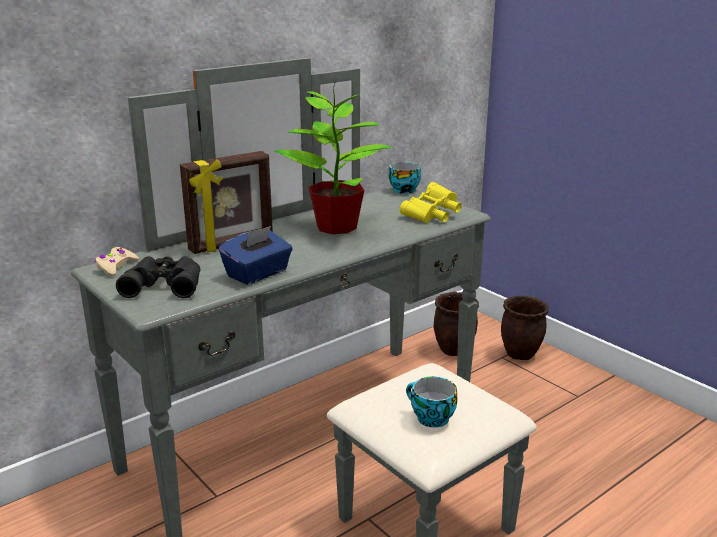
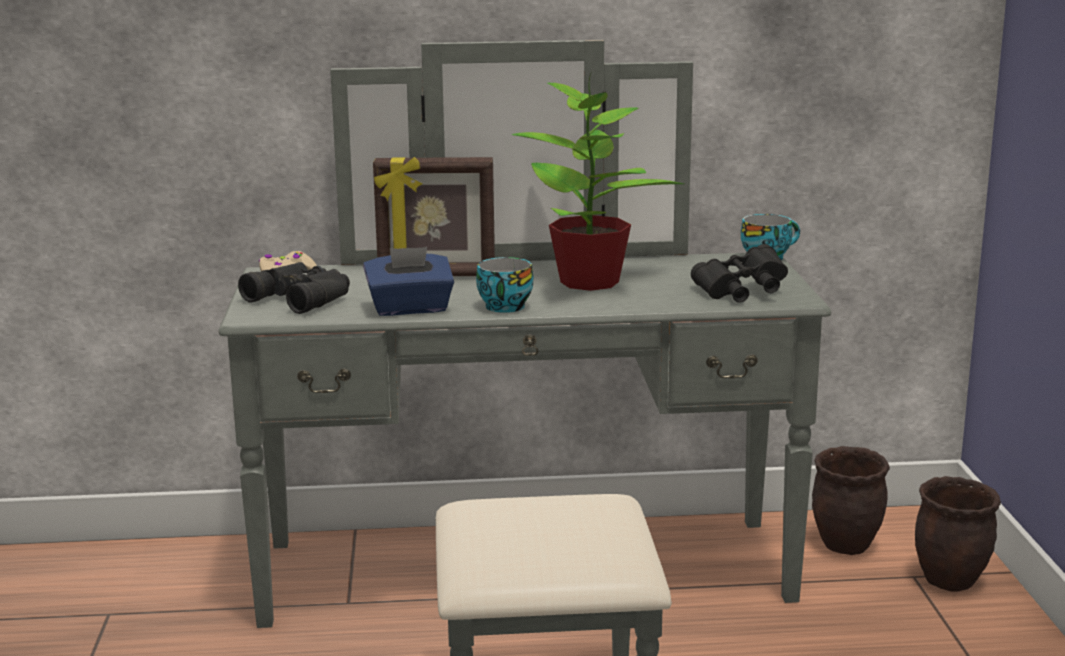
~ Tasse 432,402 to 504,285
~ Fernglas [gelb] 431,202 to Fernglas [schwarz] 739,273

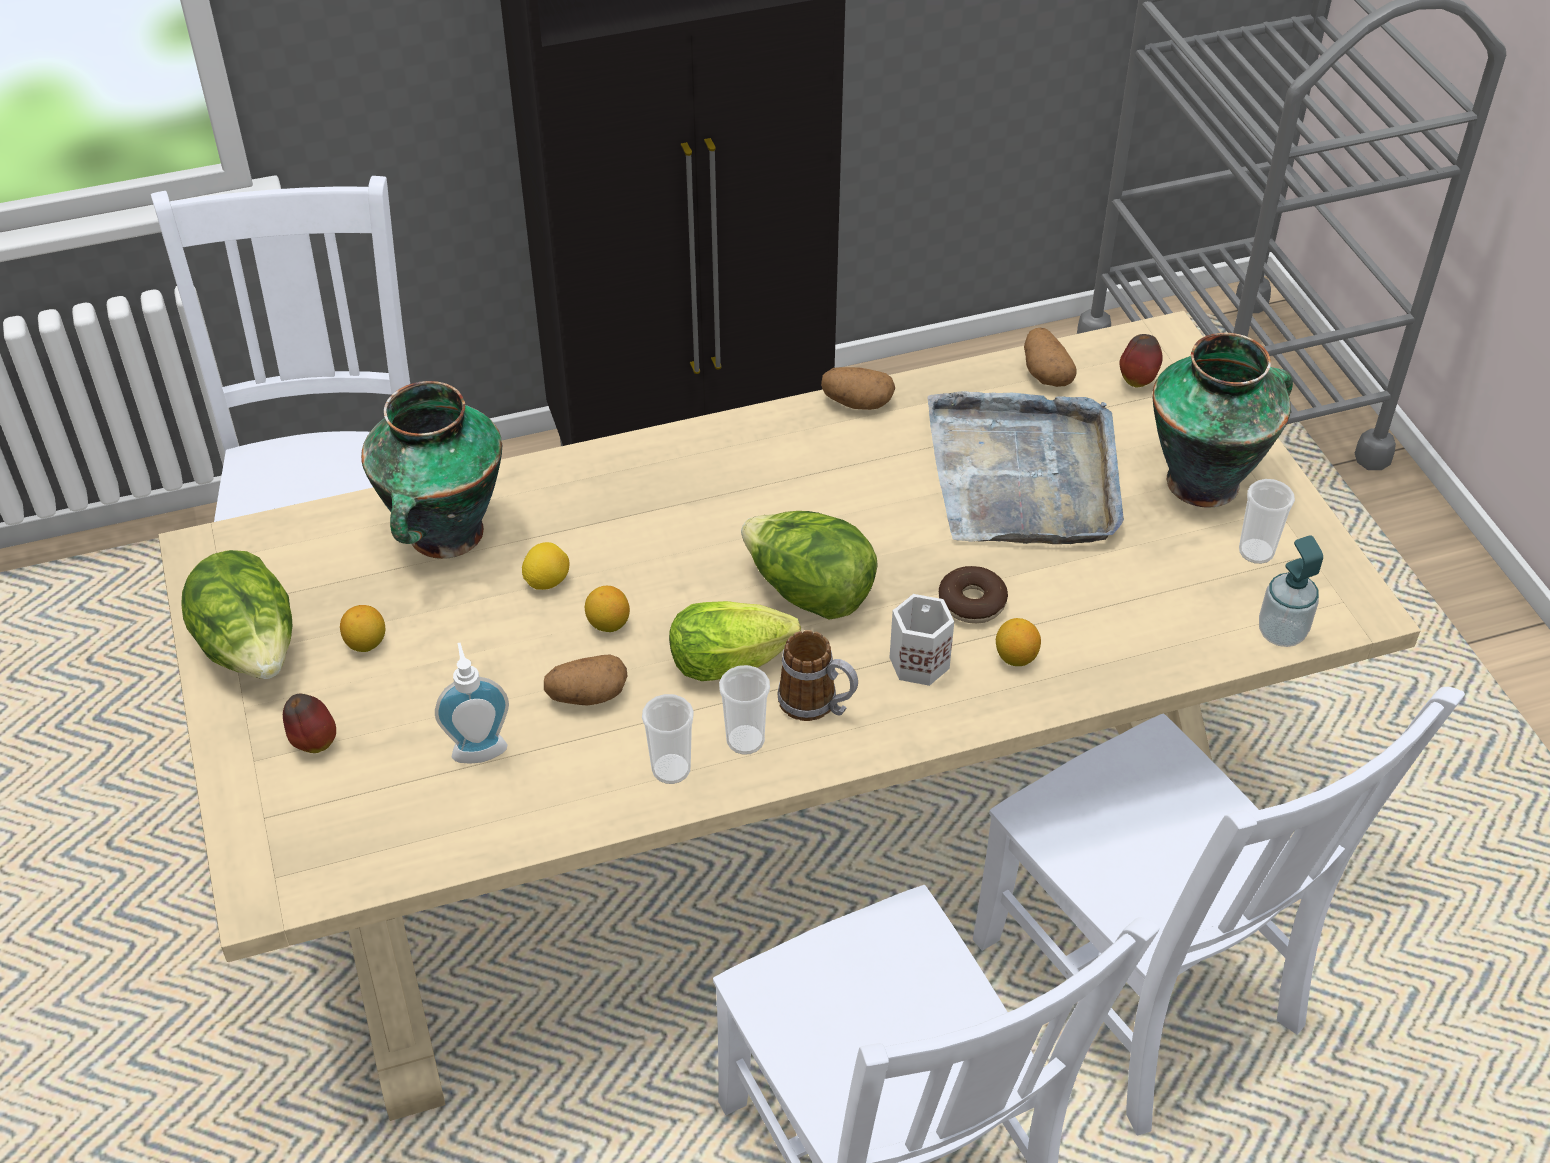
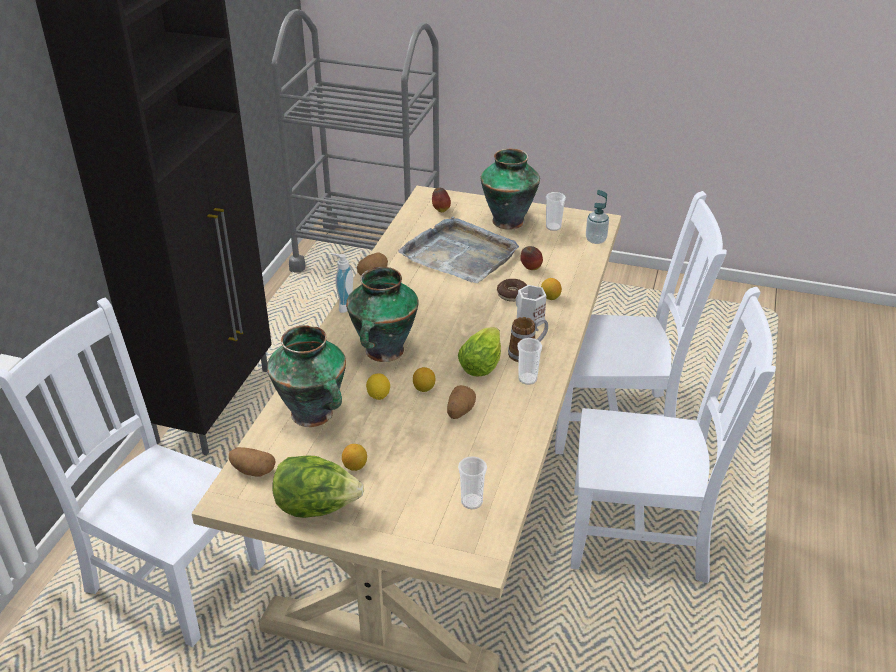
- Salatkopf 809,565
+ Vase 382,314
~ Apfel 309,723 to 531,258
~ Seifenspender 472,703 to 342,283
~ Tasse 668,739 to 472,482
~ Kartoffel 1050,357 to 252,462

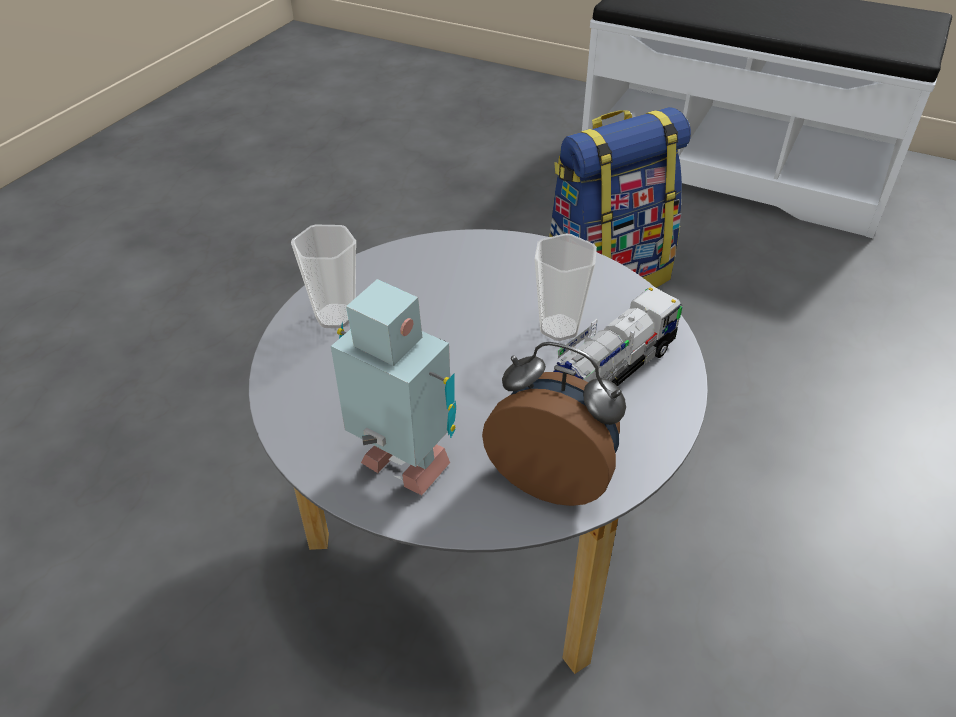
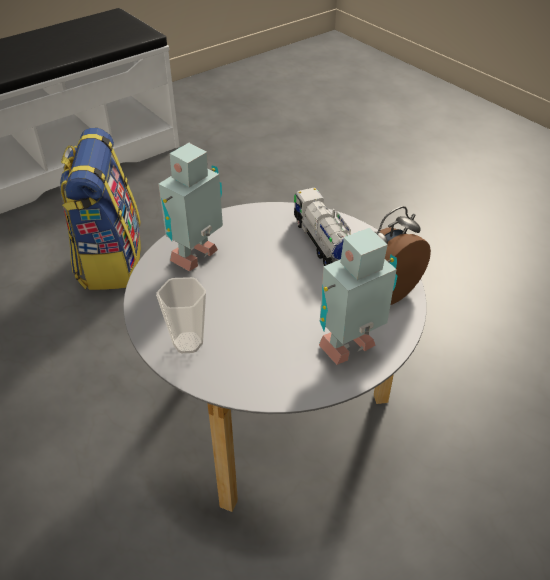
- Tasse 566,287
+ Spielzeugroboter 190,207

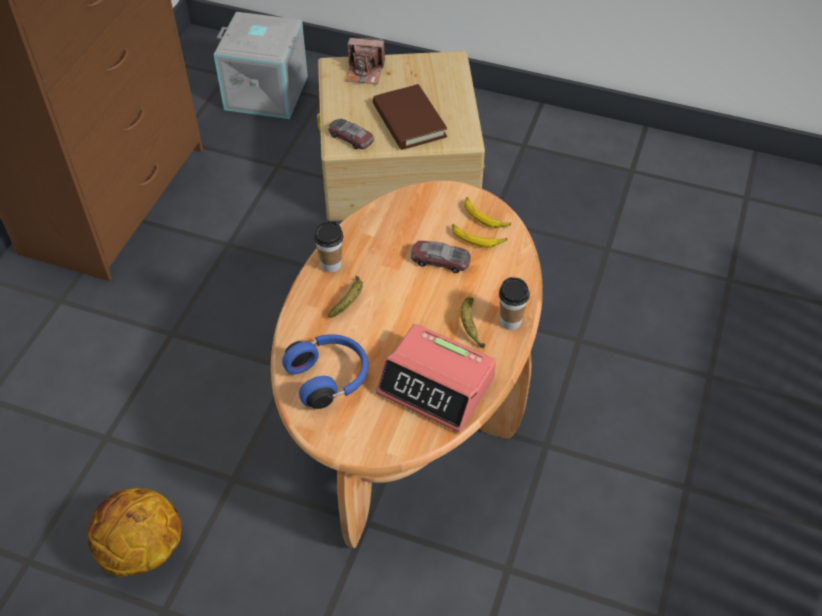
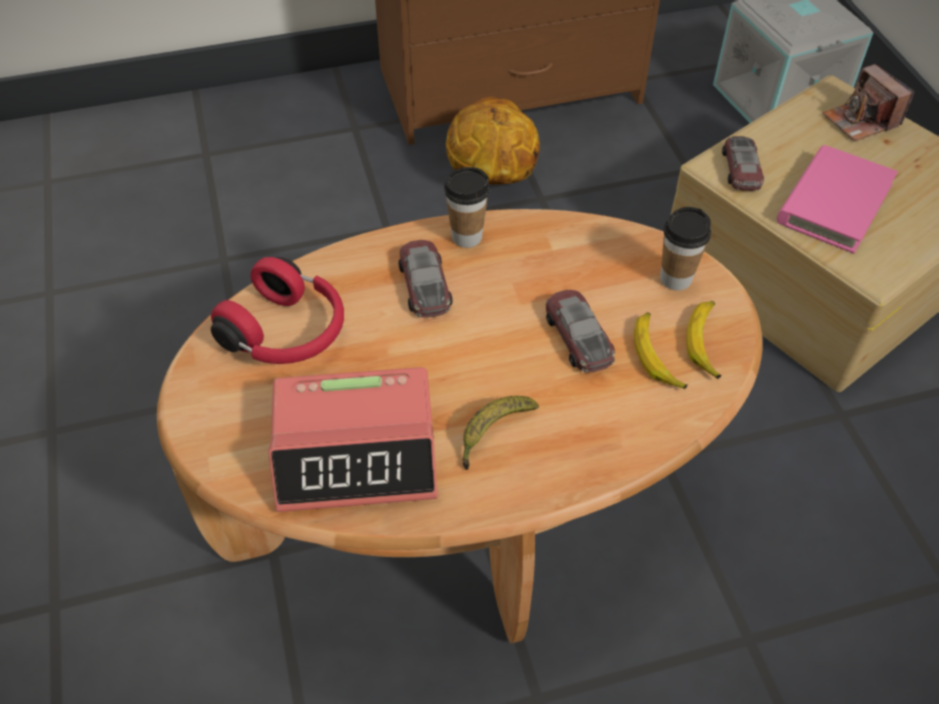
~ Basketball 134,532 to 493,140
~ Tasse 514,303 to 685,248
~ Banane 345,297 to Spielzeugauto 425,279
~ Kopfhörer [blau] 325,371 to Kopfhörer [rot] 277,310
~ Buch [braun] 410,117 to Buch [rosa] 837,199
~ Wecker 436,378 = 353,439 90 degrees counterclockwise

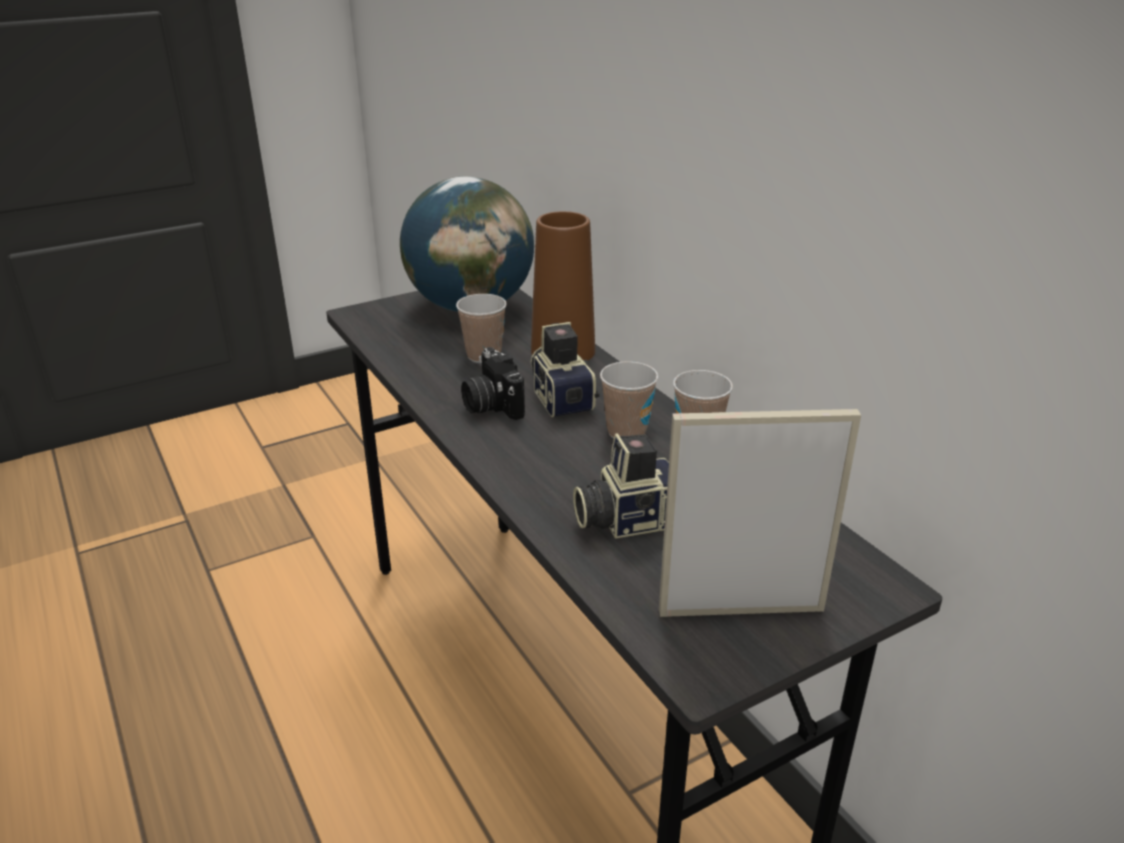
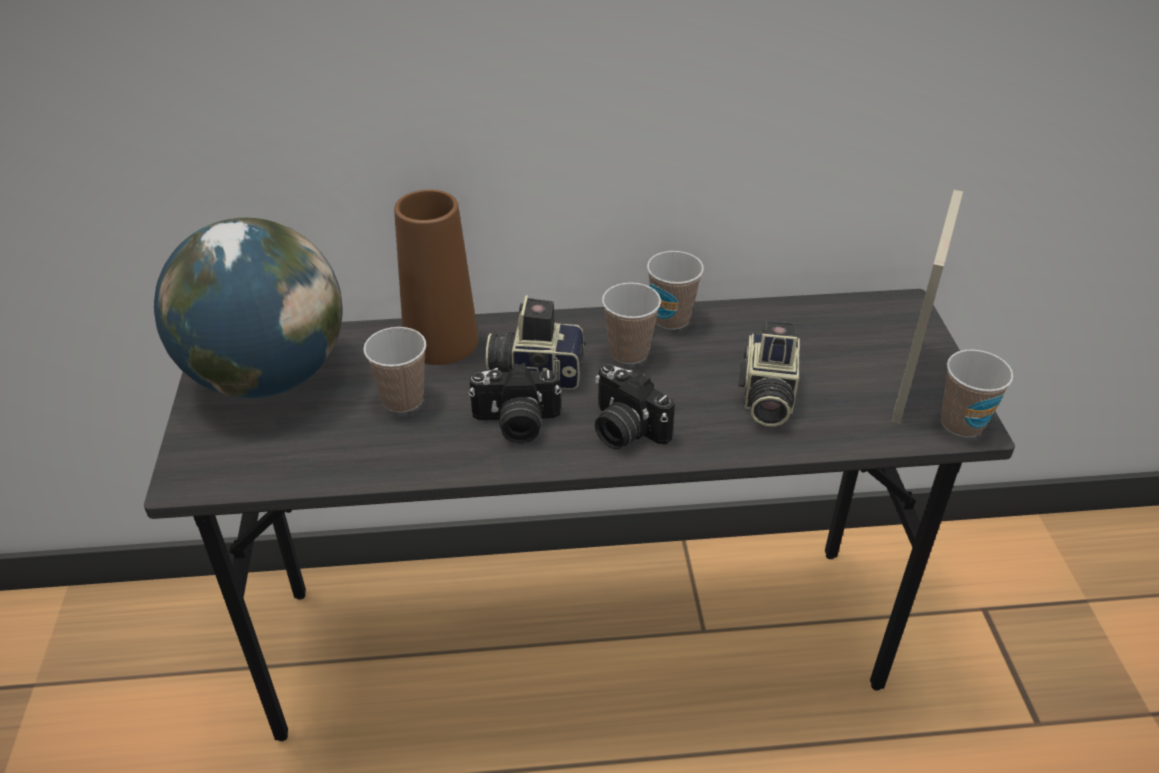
+ Kamera 635,406
+ Tasse 977,394

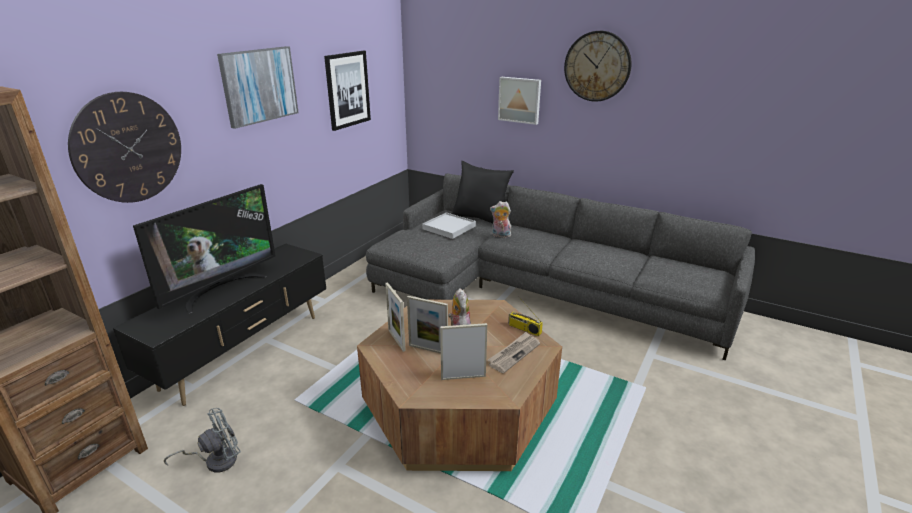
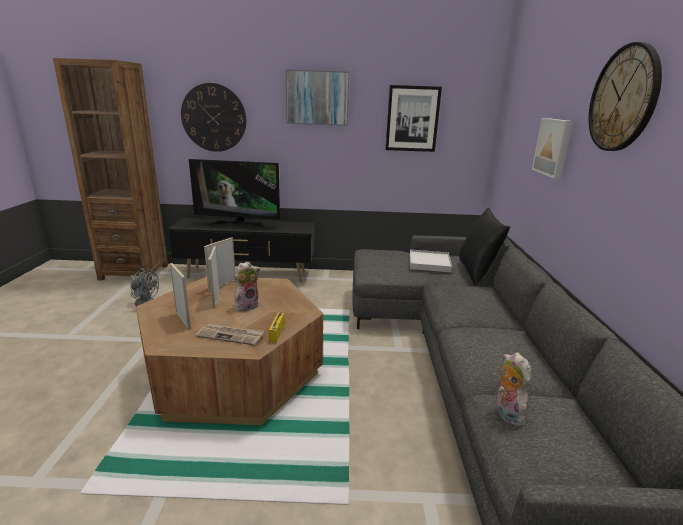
~ Plüschtier 500,219 to 513,389

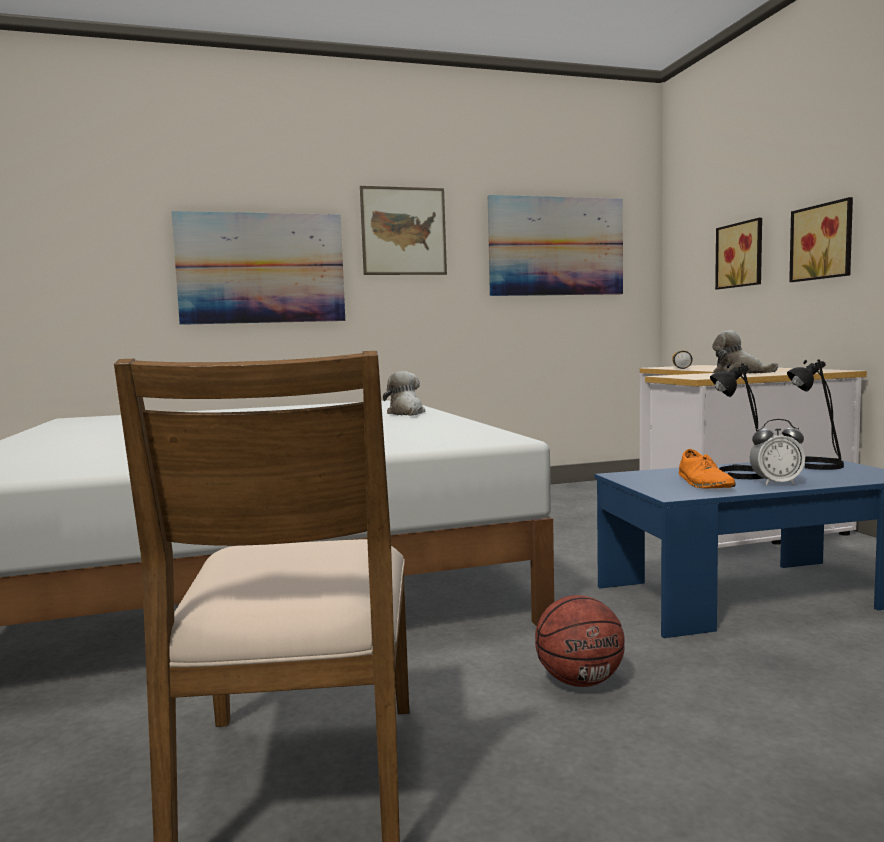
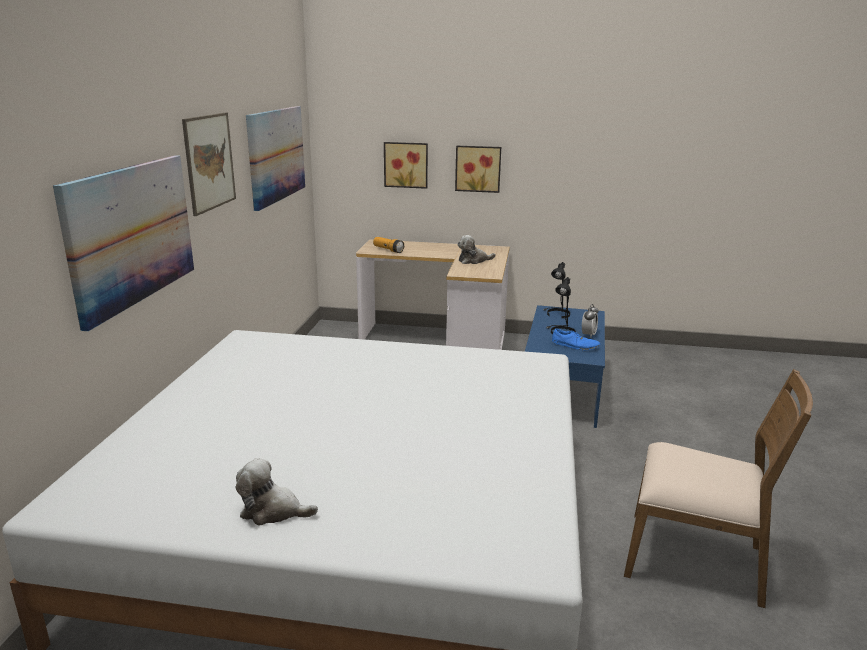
- Basketball 580,641
~ Plüschtier 404,393 to 277,491
~ Schuh [orange] 707,469 to Schuh [blau] 576,339

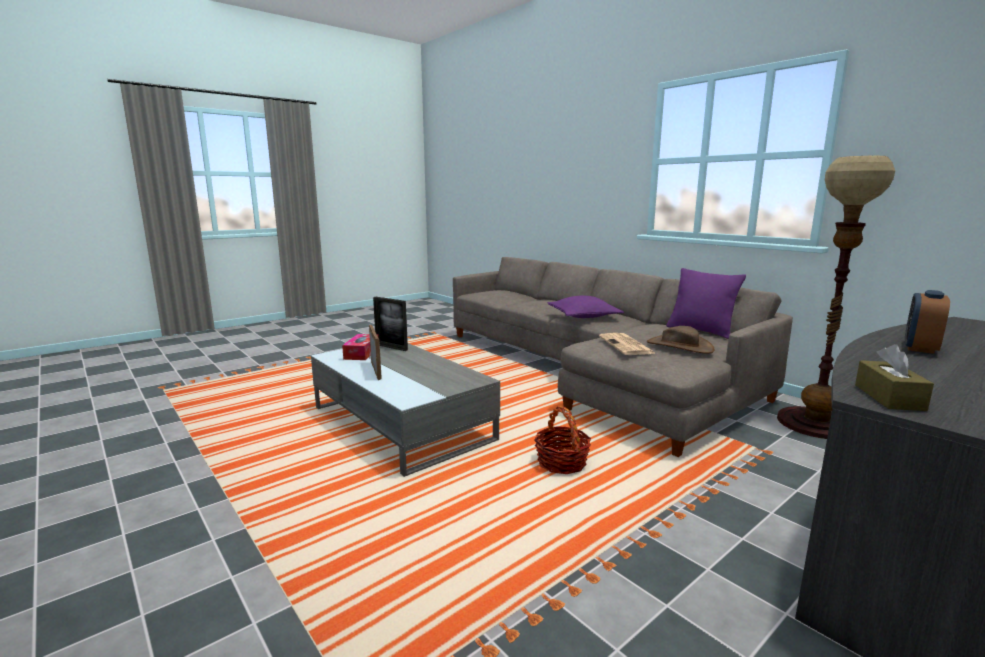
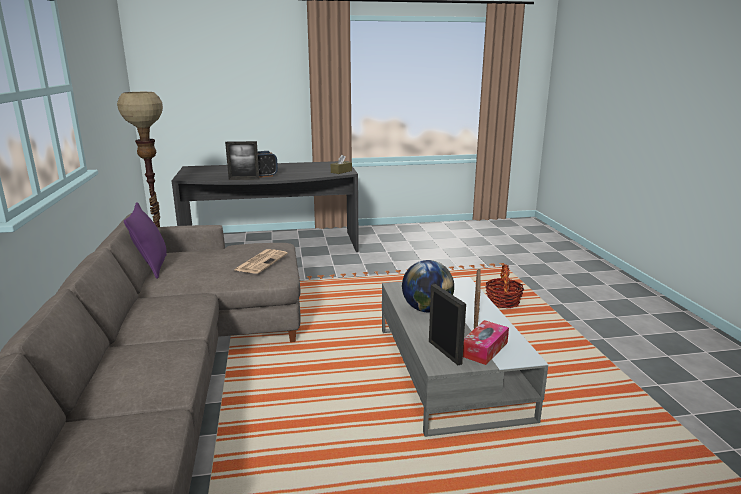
- Kissen [lila] 586,307
- Hut [braun] 681,340
+ Bilderrahmen 242,160
+ Globus 428,286
~ Korb 562,440 to 505,286

